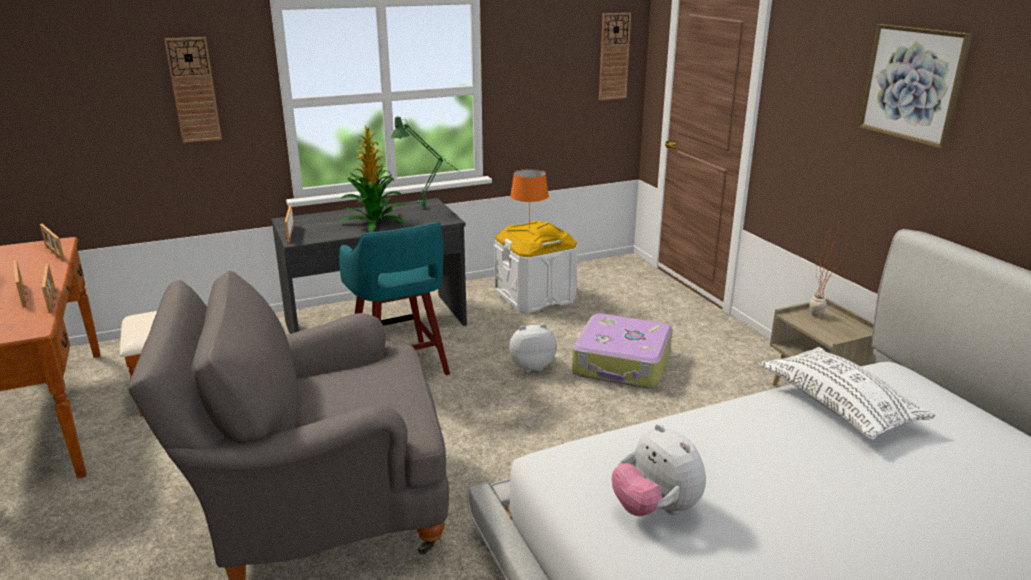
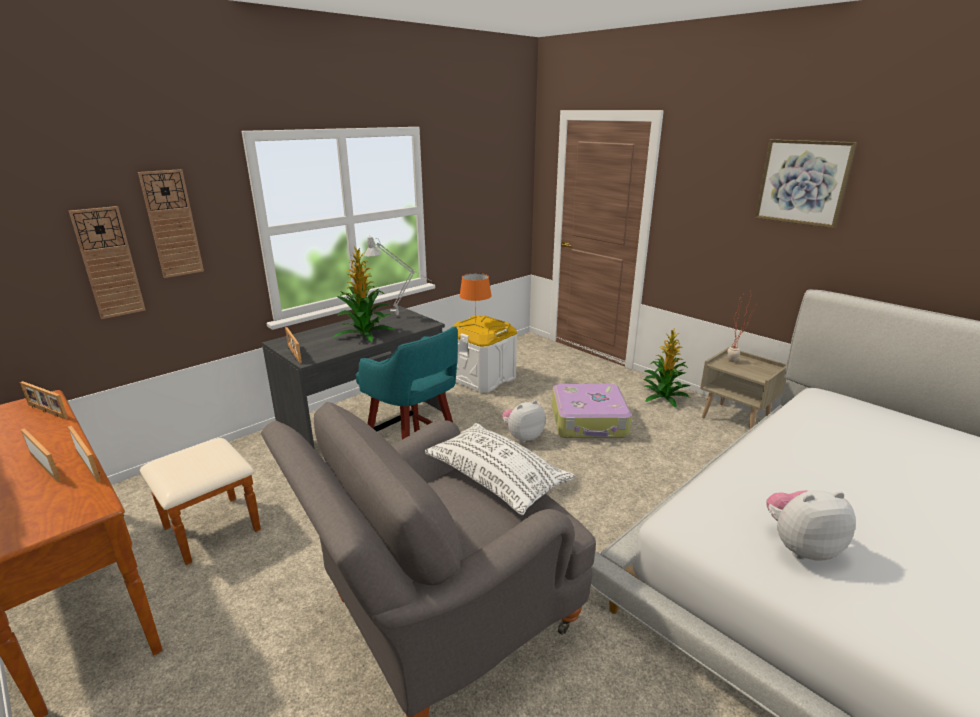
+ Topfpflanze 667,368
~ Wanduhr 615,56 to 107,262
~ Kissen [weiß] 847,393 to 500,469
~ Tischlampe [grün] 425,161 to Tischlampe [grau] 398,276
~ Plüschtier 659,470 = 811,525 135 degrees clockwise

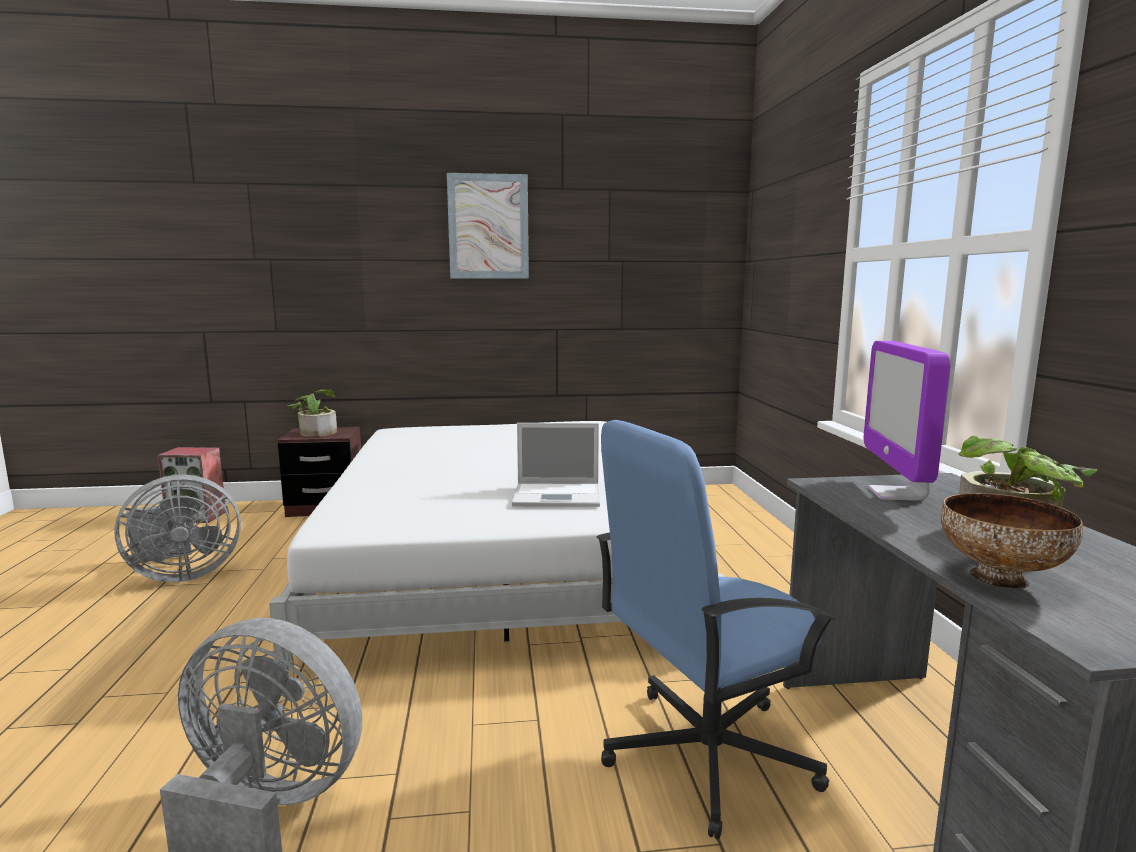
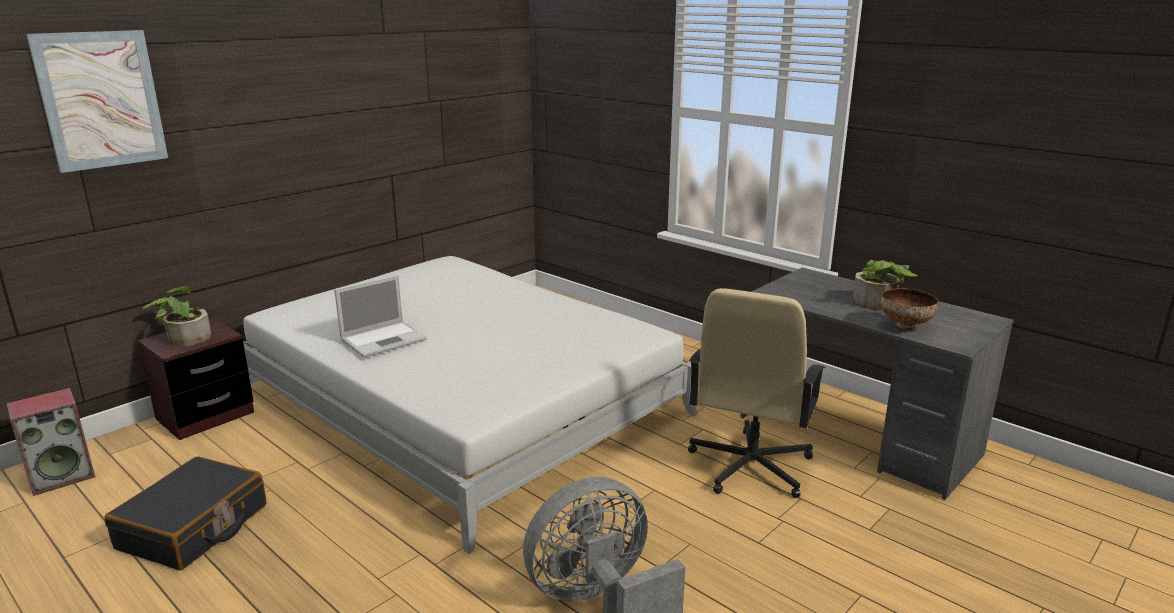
- Monitor 907,421
~ Bild 488,226 to 97,101
~ Laptop 556,465 to 380,316
~ Ventilator [grau] 177,528 to Koffer [schwarz] 185,514
~ Bürostuhl [blau] 716,629 to Bürostuhl [beige] 756,393

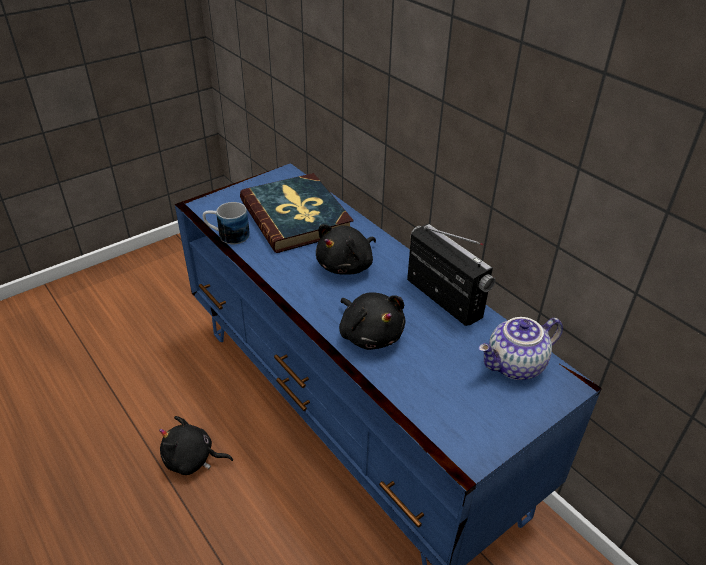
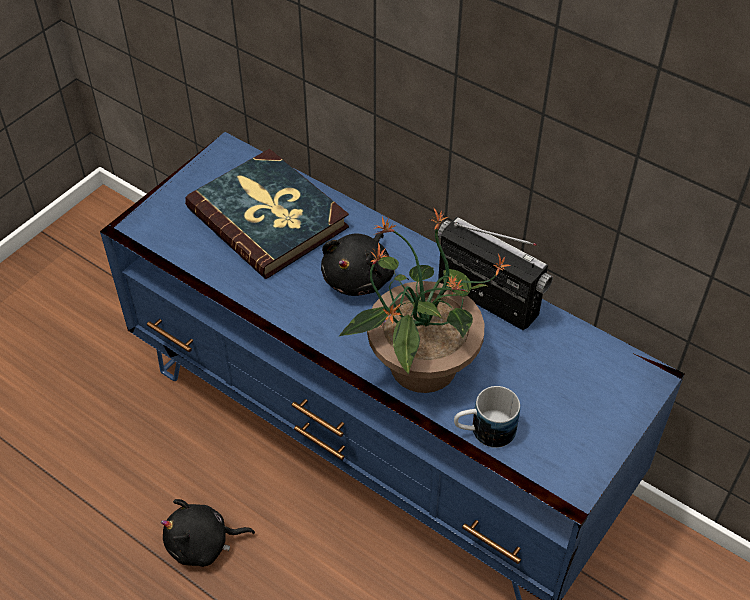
- Teekanne 520,348
~ Henkelbecher 226,223 to 487,417
~ Plüschtier [schwarz] 372,321 to Topfpflanze 425,301

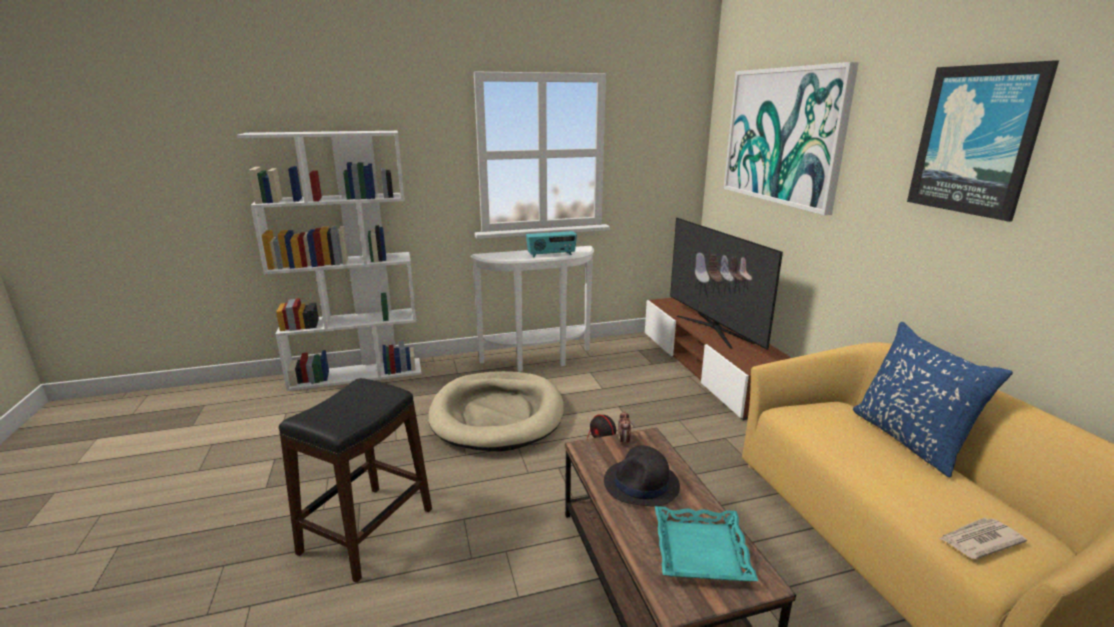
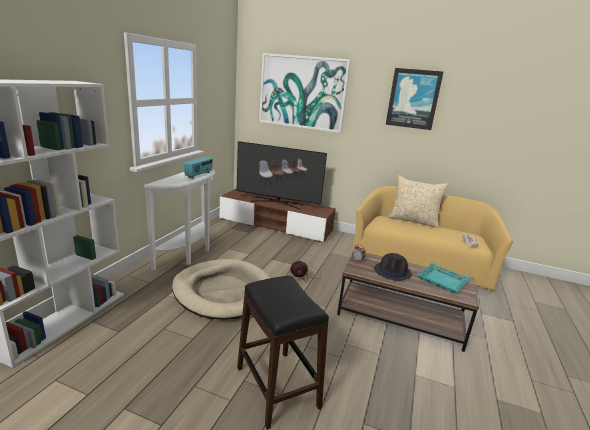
~ Kissen [blau] 933,399 to Kissen [beige] 418,201

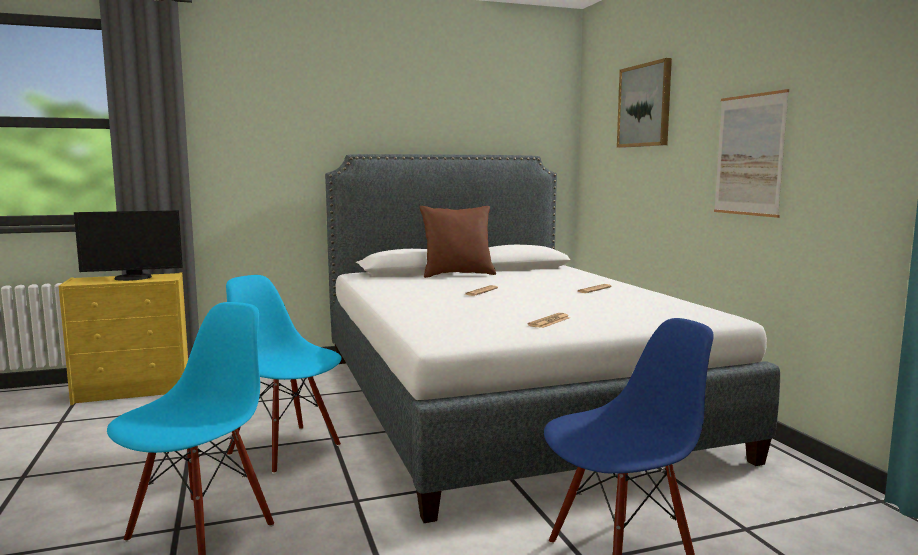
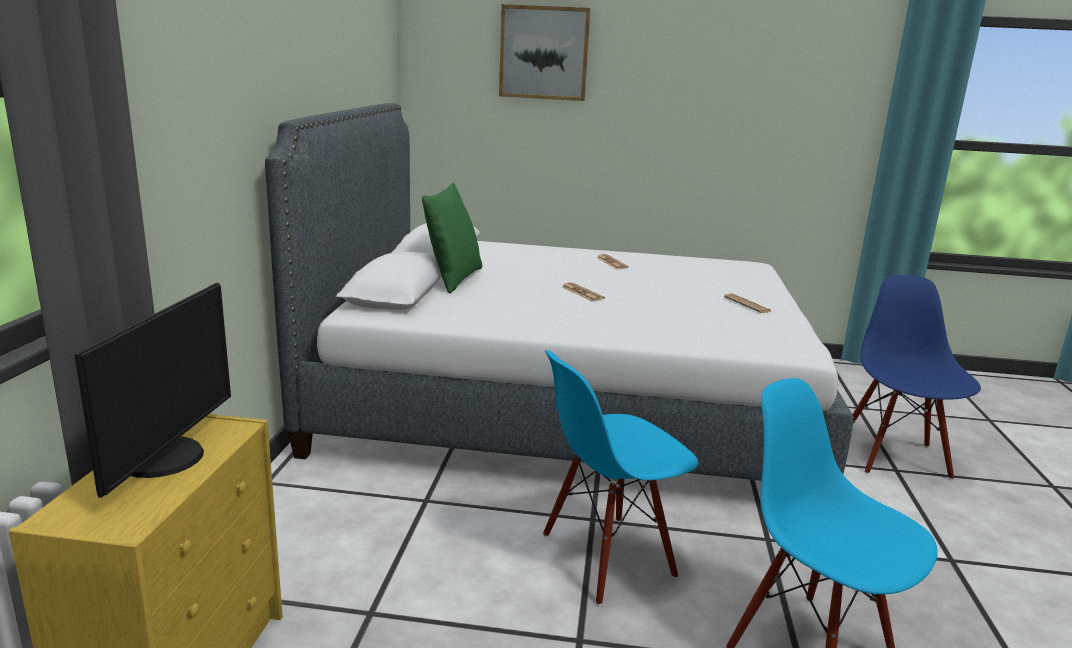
- Bild 751,153
~ Kissen [braun] 458,242 to Kissen [grün] 452,238

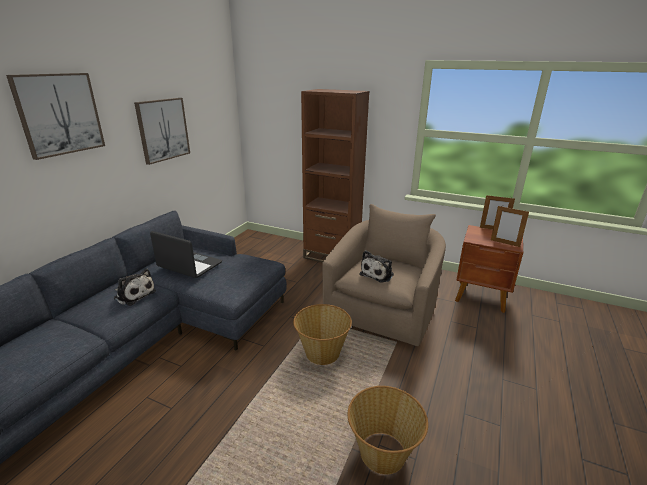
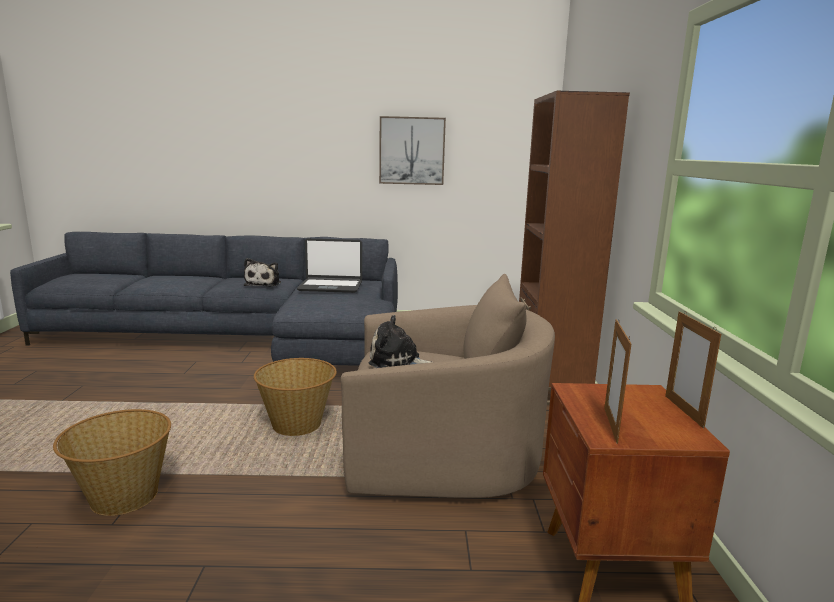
- Bild 55,116
~ Laptop 186,254 = 329,265 90 degrees clockwise

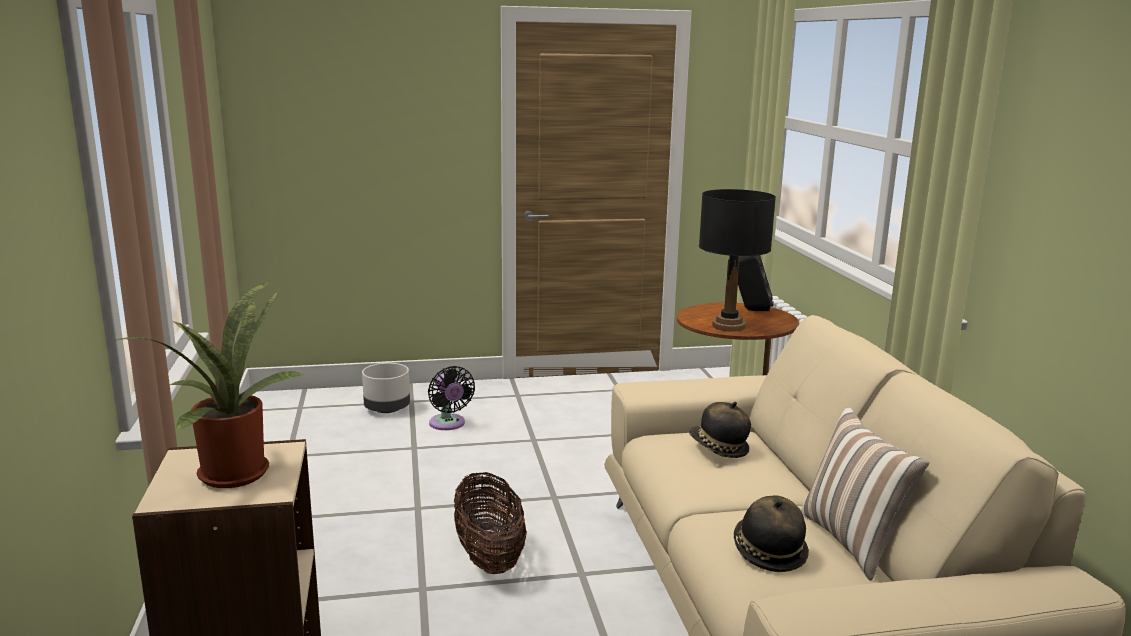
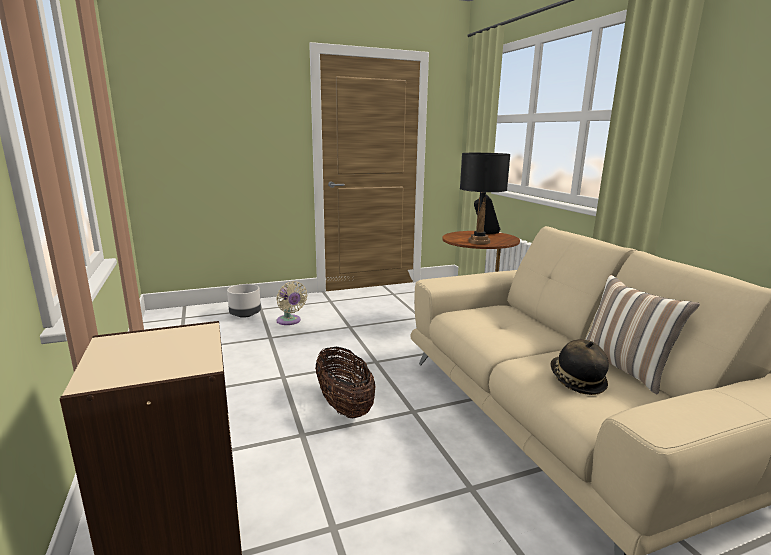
- Topfpflanze 207,384
- Hut 720,430
~ Ventilator [schwarz] 451,398 to Ventilator [beige] 291,303

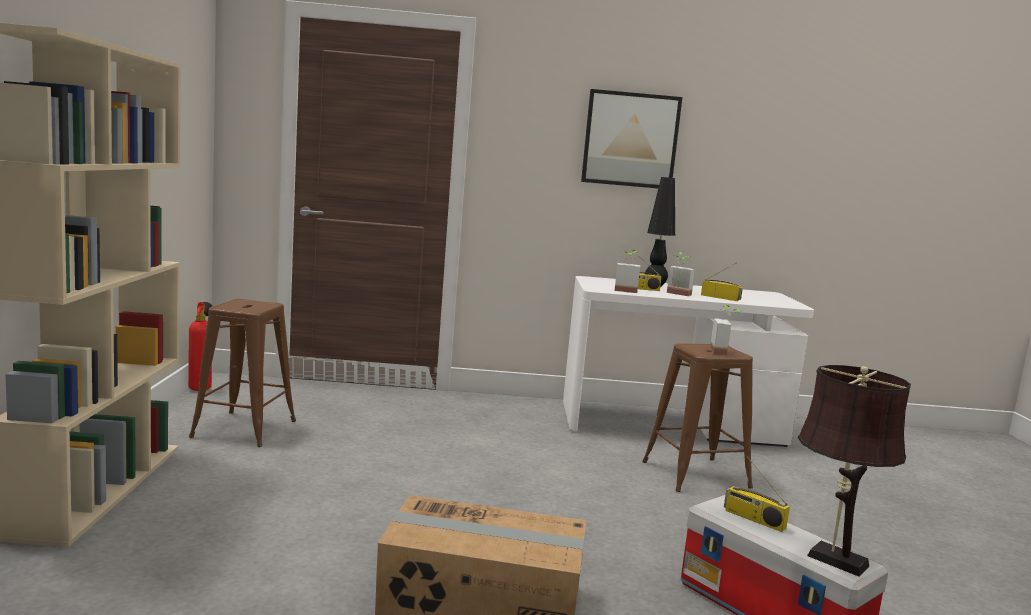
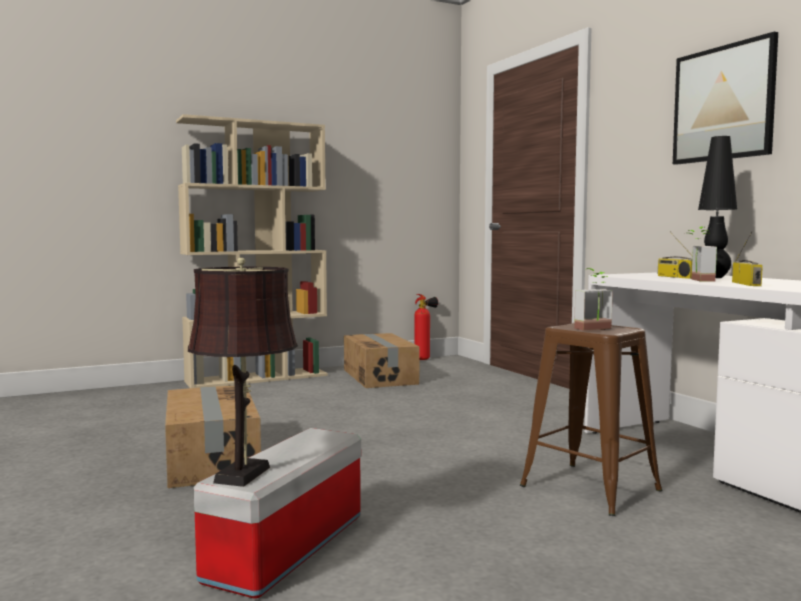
- Topfpflanze 627,271
- Radio 757,494
~ Hocker [braun] 242,373 to Karton 382,360

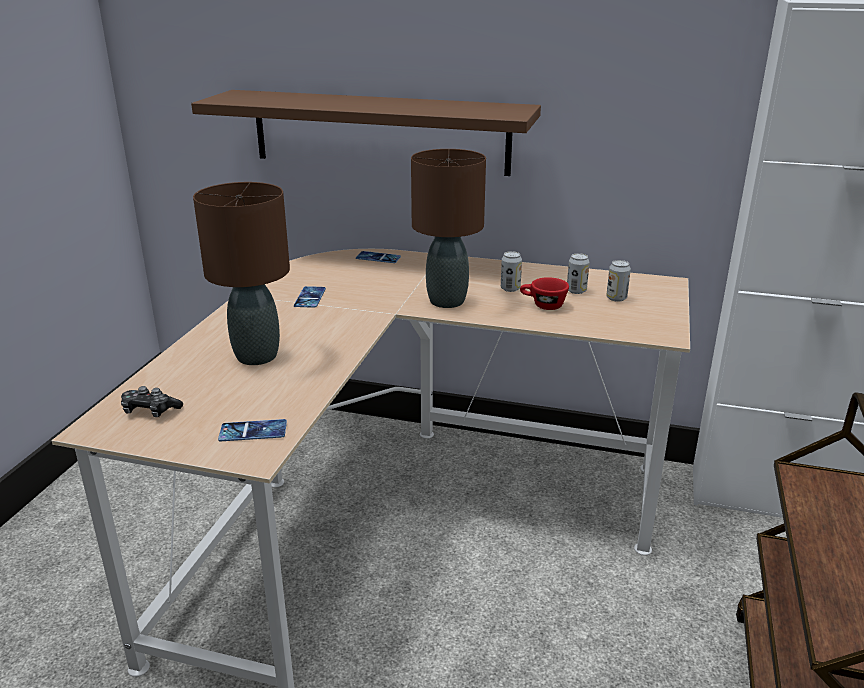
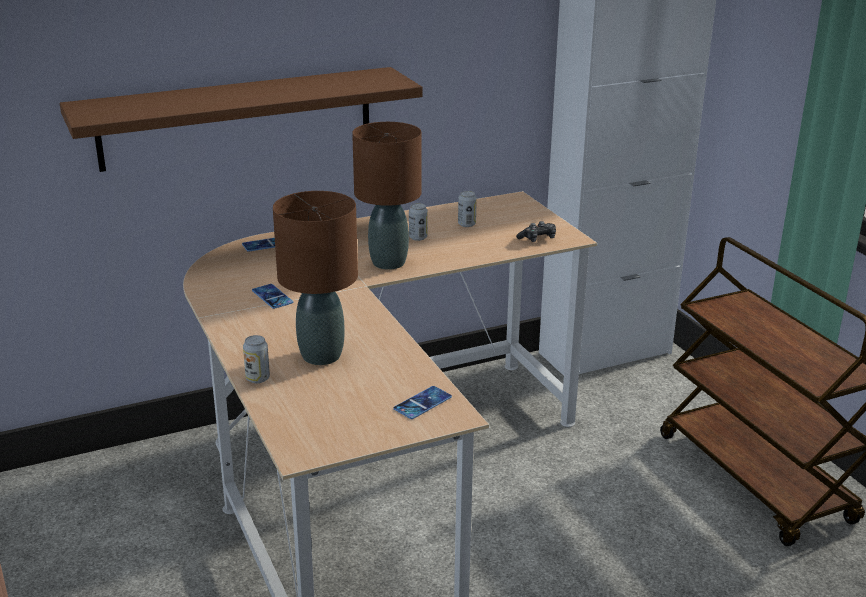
- Tasse [rot] 544,293
~ Gamepad 152,401 to 536,231
~ Dose 618,281 to 256,359

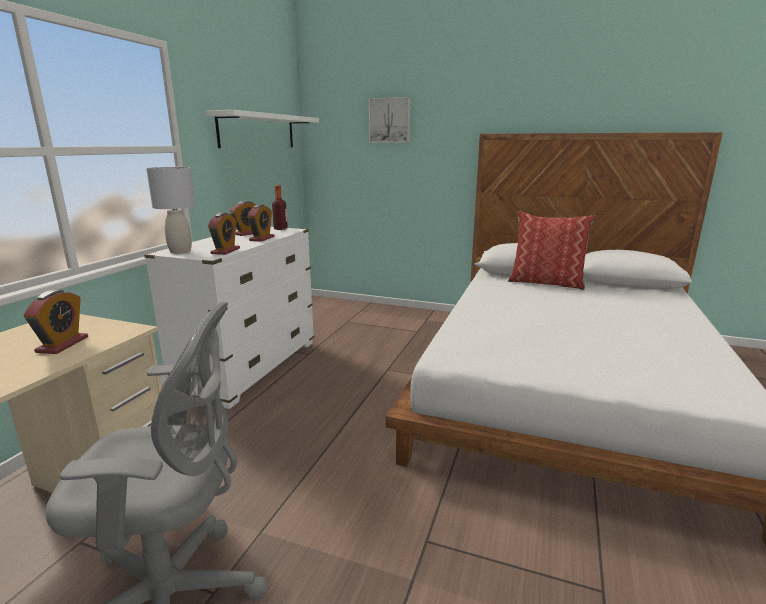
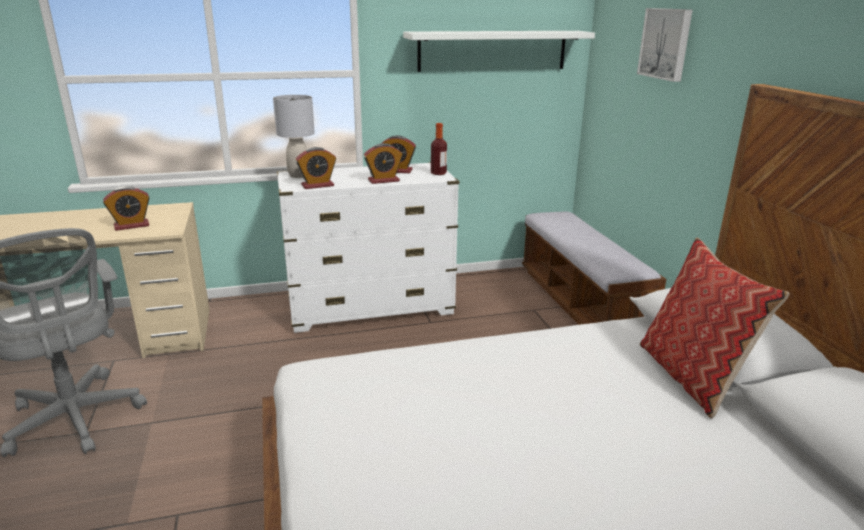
+ Bank 594,268

